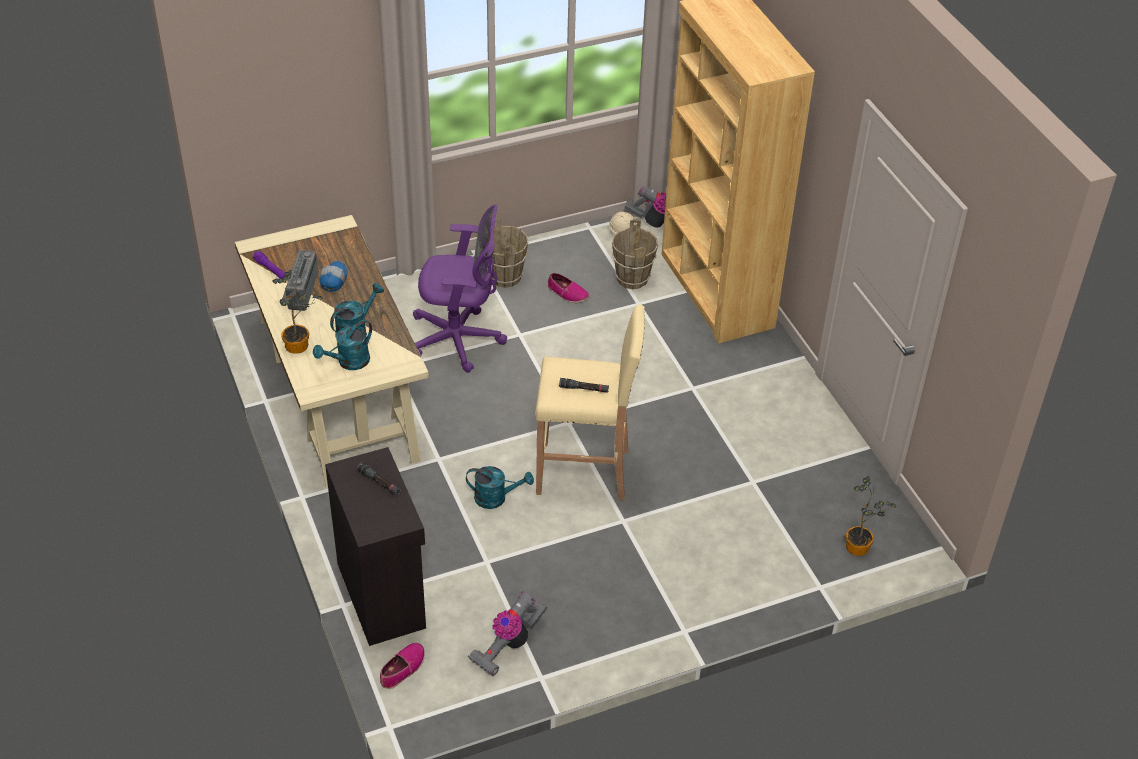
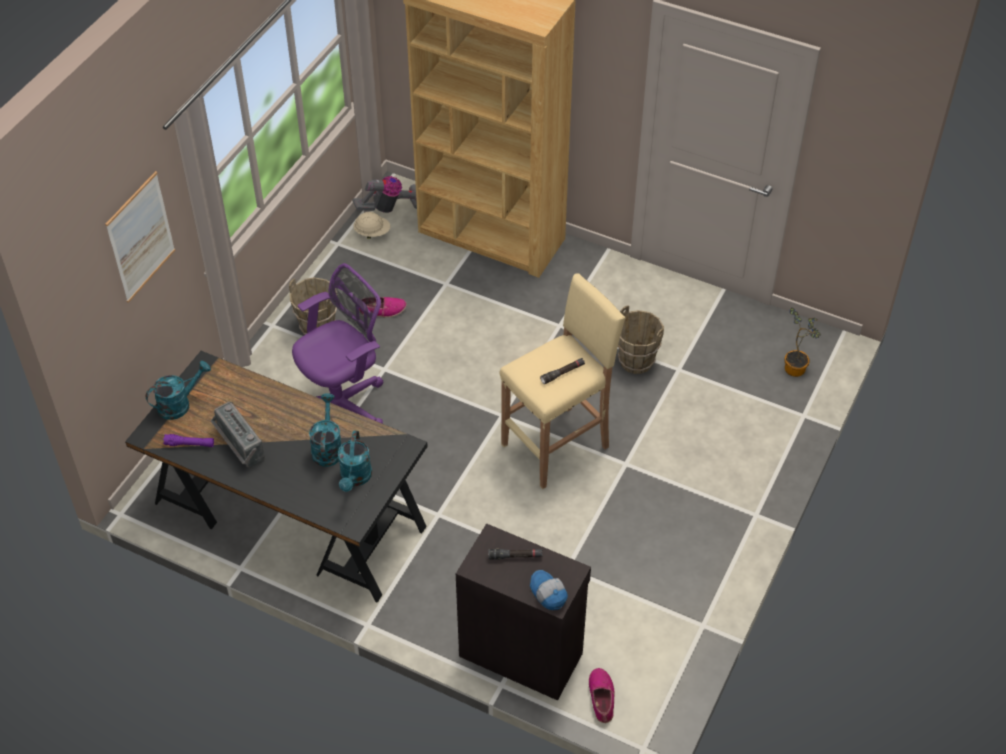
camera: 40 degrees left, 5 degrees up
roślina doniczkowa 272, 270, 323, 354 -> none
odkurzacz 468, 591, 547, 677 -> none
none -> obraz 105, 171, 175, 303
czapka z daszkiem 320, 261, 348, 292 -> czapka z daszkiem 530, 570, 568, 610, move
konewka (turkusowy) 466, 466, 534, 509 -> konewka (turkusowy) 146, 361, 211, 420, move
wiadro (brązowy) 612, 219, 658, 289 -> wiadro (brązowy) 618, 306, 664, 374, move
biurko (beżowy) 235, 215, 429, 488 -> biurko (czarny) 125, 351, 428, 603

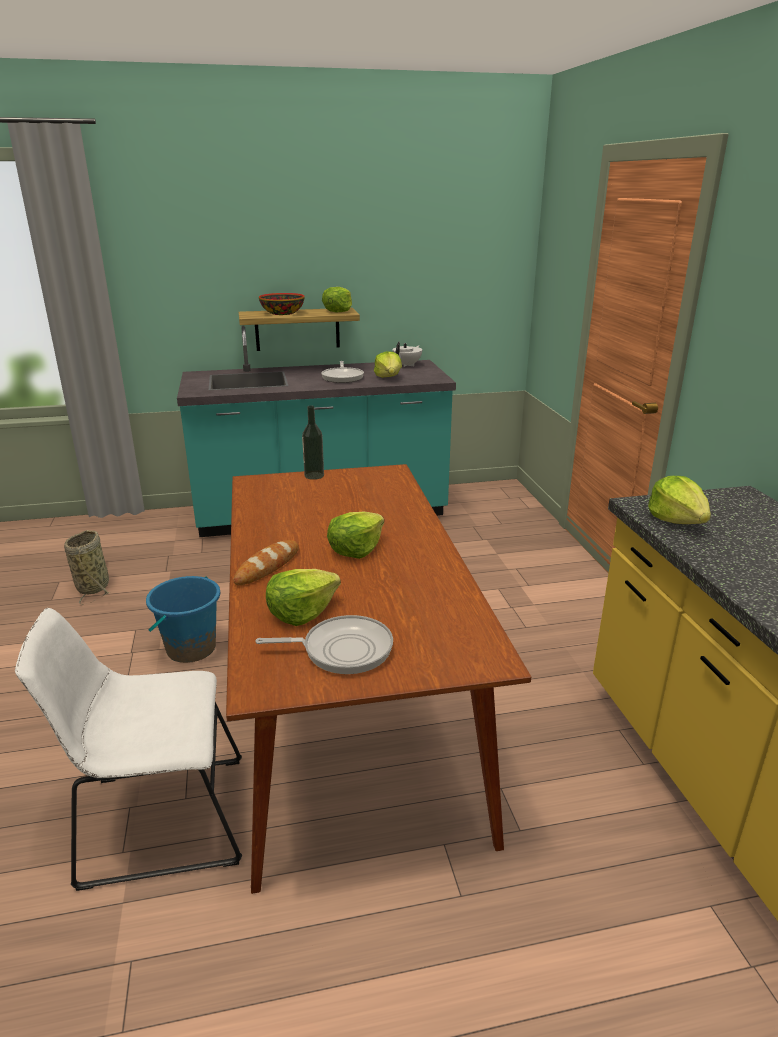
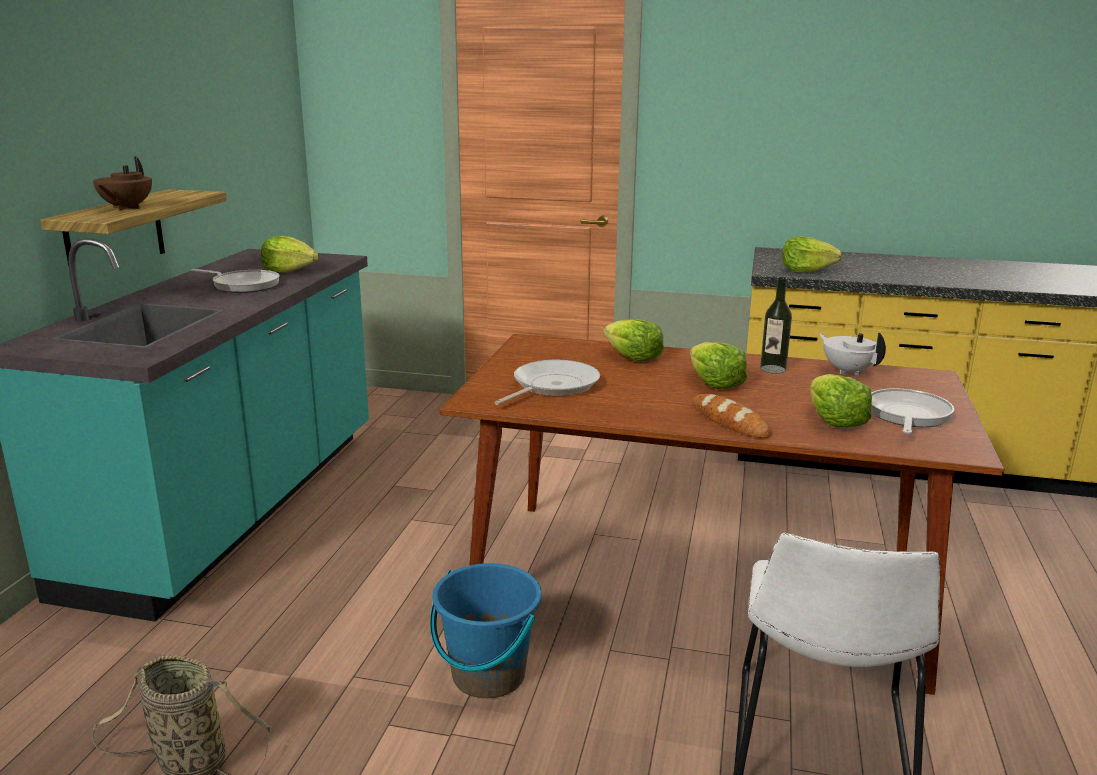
camera: 65 degrees left, 5 degrees down
none -> patelnia 494, 360, 600, 405
butelka 302, 406, 324, 480 -> butelka 760, 277, 792, 374, move
sałata 322, 287, 352, 312 -> sałata 603, 319, 664, 362, move
imbryk (biały) 392, 341, 422, 367 -> imbryk (biały) 818, 333, 886, 375, move
miska 259, 293, 305, 315 -> imbryk (brązowy) 93, 156, 152, 211

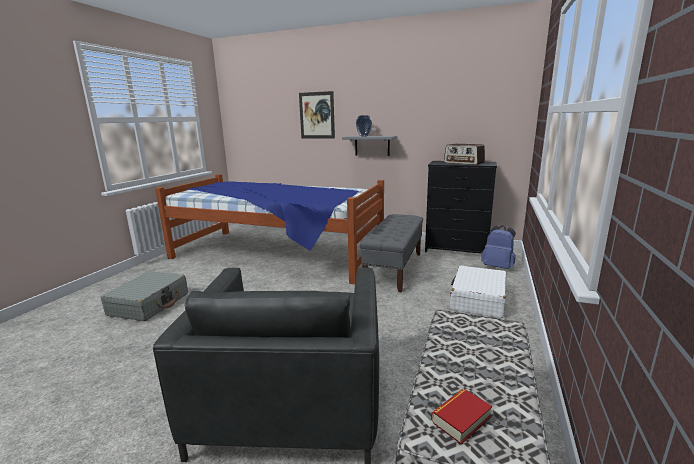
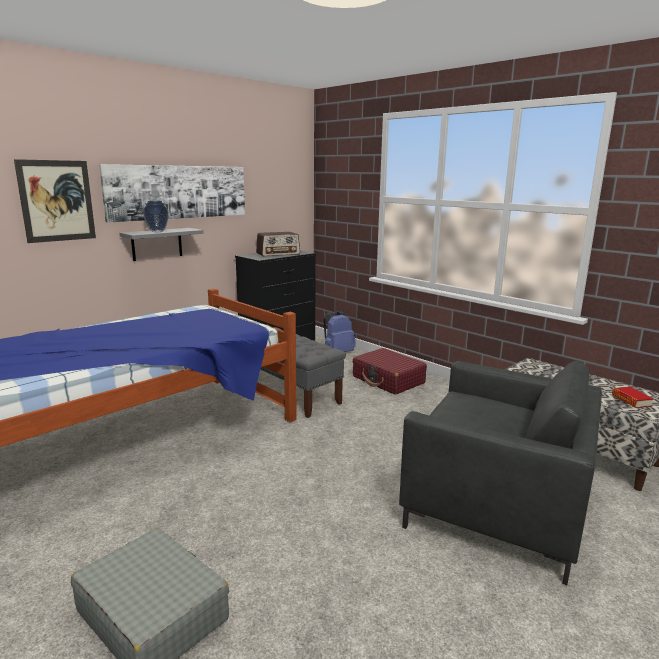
camera: 65 degrees left, 0 degrees up
none -> obraz 99, 164, 245, 223
walizka (biały) 450, 266, 507, 318 -> walizka (czerwony) 353, 348, 427, 395

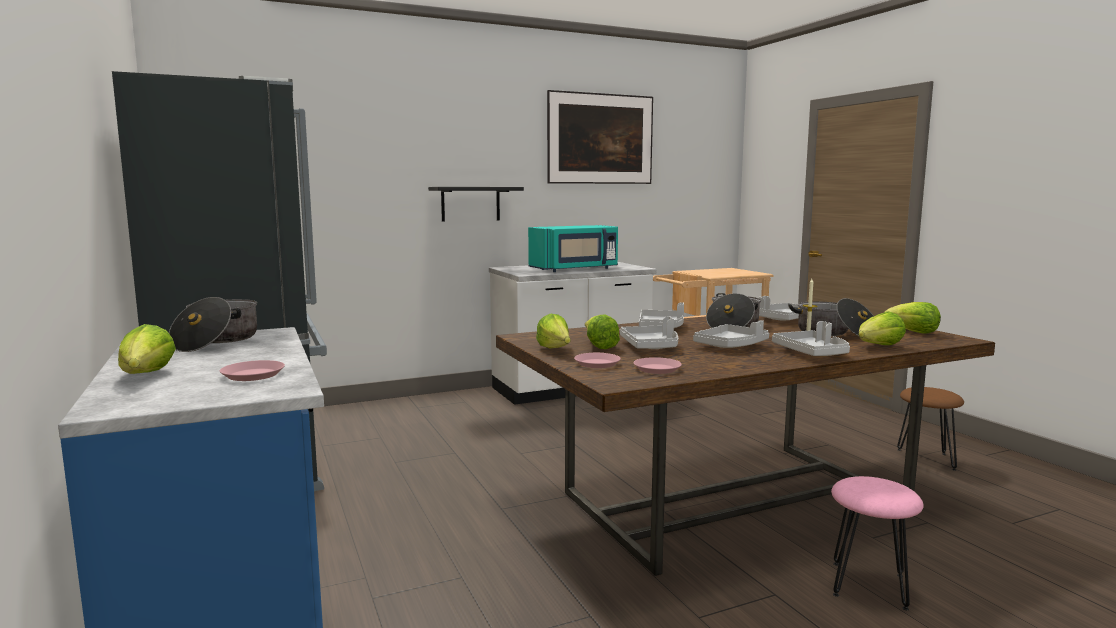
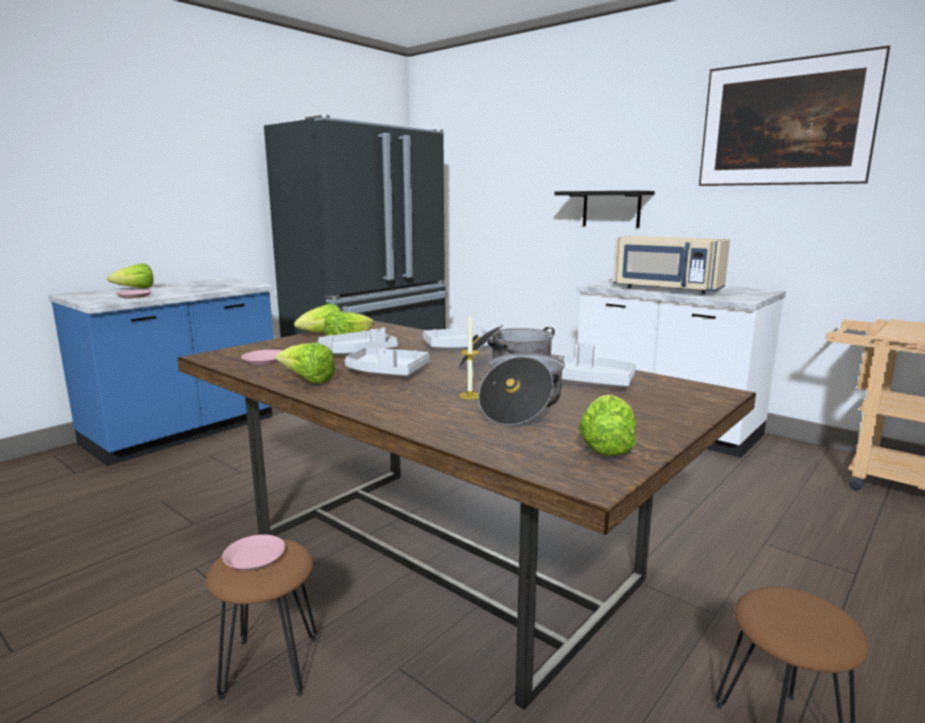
camera: 65 degrees right, 5 degrees up
garnek 169, 297, 258, 352 -> none
taca (szary) 772, 321, 850, 356 -> none
talerz (różowy) 574, 353, 621, 368 -> talerz (różowy) 222, 535, 285, 571, move
sałata 859, 312, 906, 345 -> sałata 276, 343, 335, 384, move
mikrofalówka (turkusowy) 528, 225, 618, 272 -> mikrofalówka (beżowy) 613, 236, 730, 294
stołek (różowy) 831, 476, 924, 610 -> stołek (brązowy) 206, 539, 317, 700

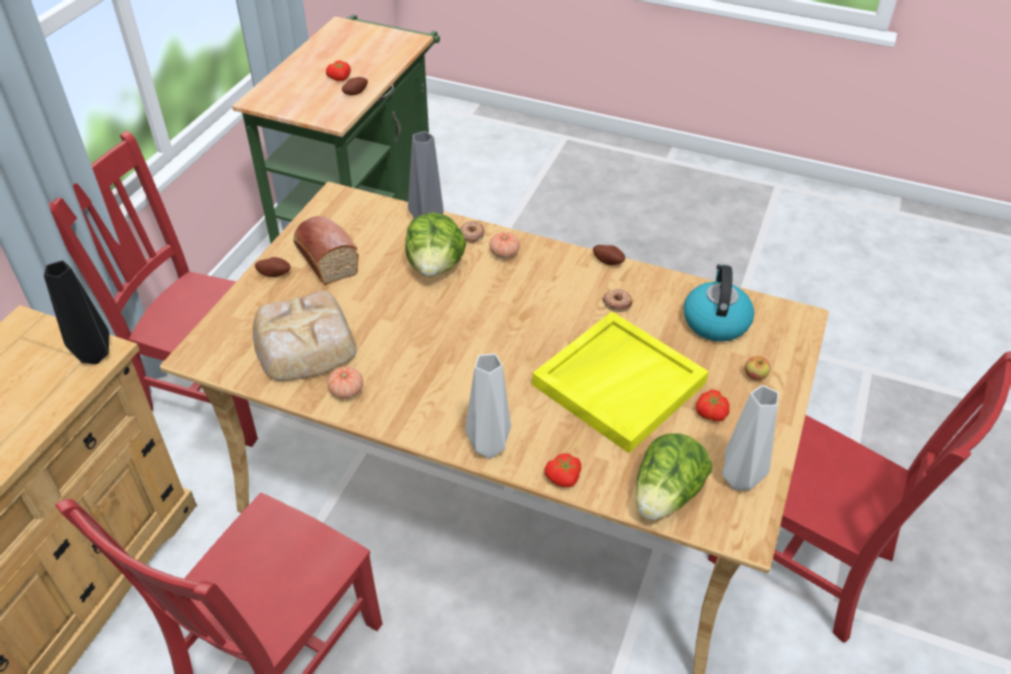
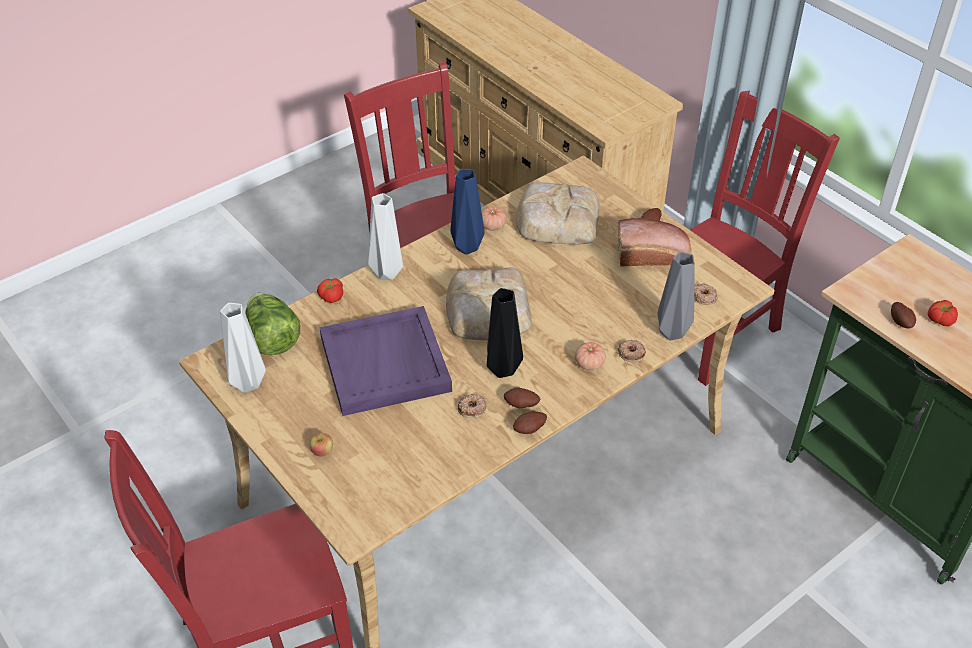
camera: 120 degrees right, 0 degrees up
sałata 405, 212, 466, 276 -> none
czajnik 684, 264, 754, 342 -> none
pomidor 696, 390, 730, 421 -> none
none -> chleb 446, 267, 532, 340
none -> wazon (niebieski) 450, 169, 484, 255
none -> ziemniak 504, 388, 541, 408
none -> donut 694, 283, 718, 305
wazon (czarny) 44, 260, 109, 364 -> wazon (czarny) 487, 288, 523, 378, move
taca (żółty) 532, 312, 709, 453 -> taca (fioletowy) 319, 306, 452, 416

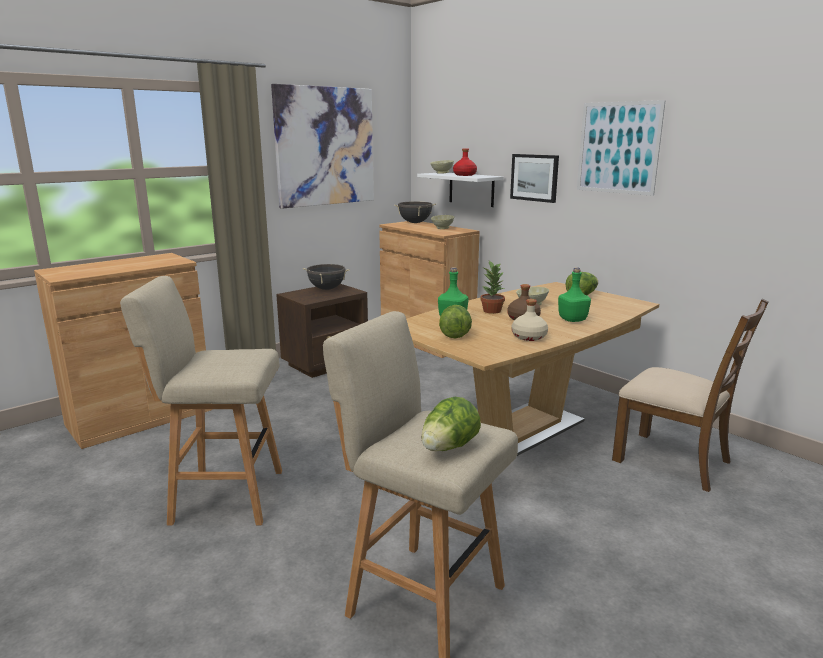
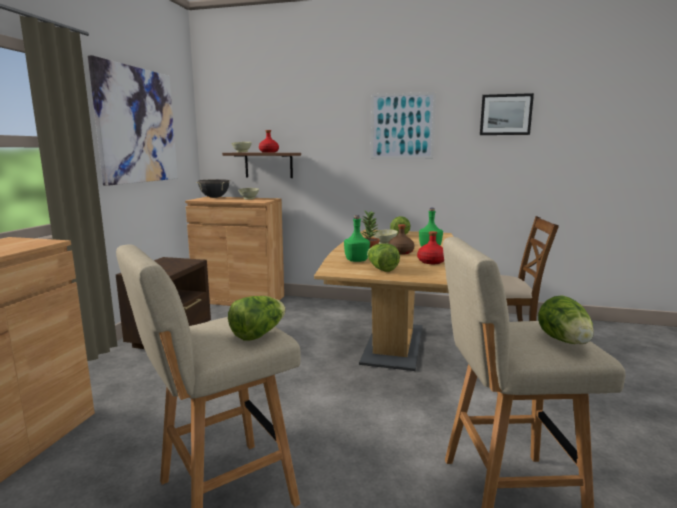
camera: 35 degrees left, 5 degrees down
garnek (czarny) 303, 264, 350, 290 -> none
none -> sałata 228, 296, 286, 341
obraz 510, 154, 559, 203 -> obraz 480, 93, 534, 135, move
półka (biały) 417, 173, 504, 207 -> półka (brązowy) 222, 153, 301, 178
butelka (beżowy) 512, 299, 548, 341 -> butelka (czerwony) 417, 231, 444, 264

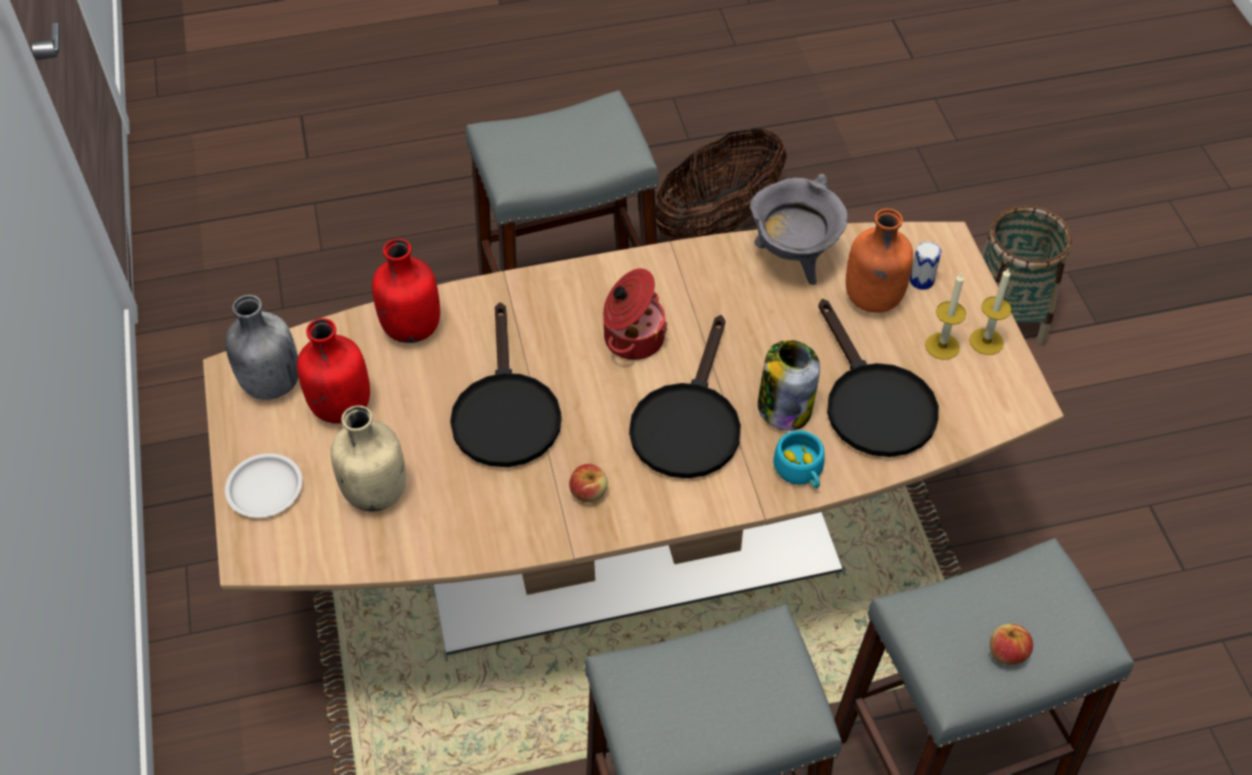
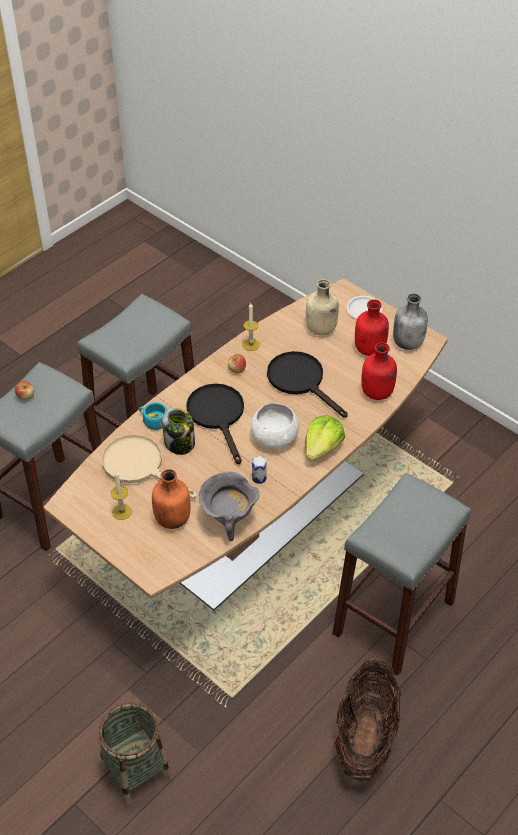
camera: 145 degrees right, 5 degrees down
none -> sałata 305, 415, 345, 461
puszka 910, 241, 941, 290 -> puszka 252, 456, 267, 484, move
świeca 969, 267, 1012, 355 -> świeca 242, 303, 260, 351, move
garnek 603, 268, 667, 360 -> miska (biały) 251, 403, 299, 448
patelnia (czarny) 818, 299, 939, 457 -> patelnia (beżowy) 102, 434, 197, 499

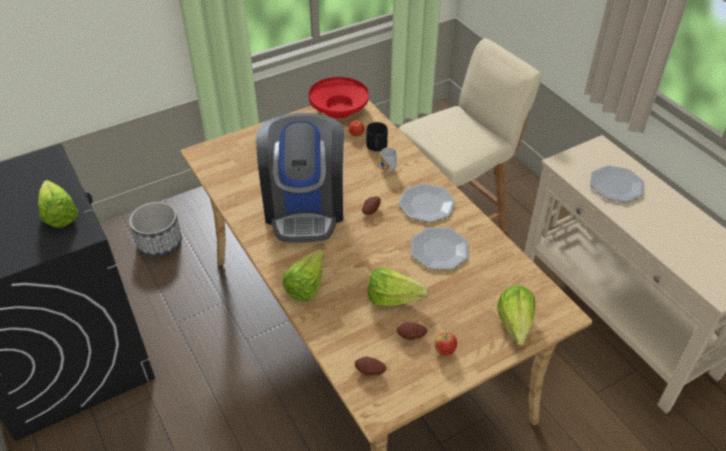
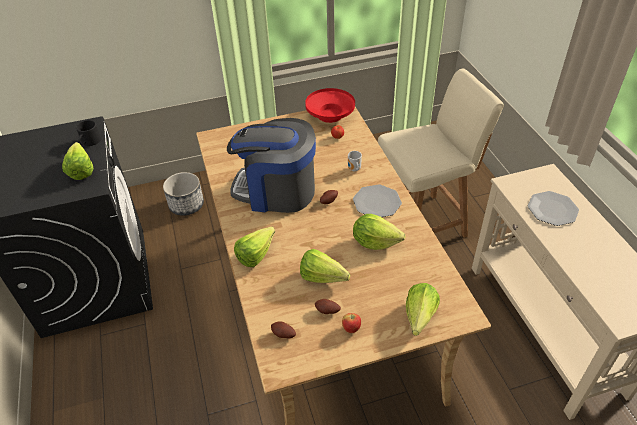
camera: 15 degrees right, 0 degrees up
kubek (czarny) 366, 122, 388, 151 -> kubek (czarny) 76, 120, 101, 146, move
talerz 411, 227, 469, 270 -> sałata 353, 214, 405, 250
ekspres do kawy 256, 113, 344, 242 -> ekspres do kawy 227, 118, 316, 213, 90 degrees clockwise

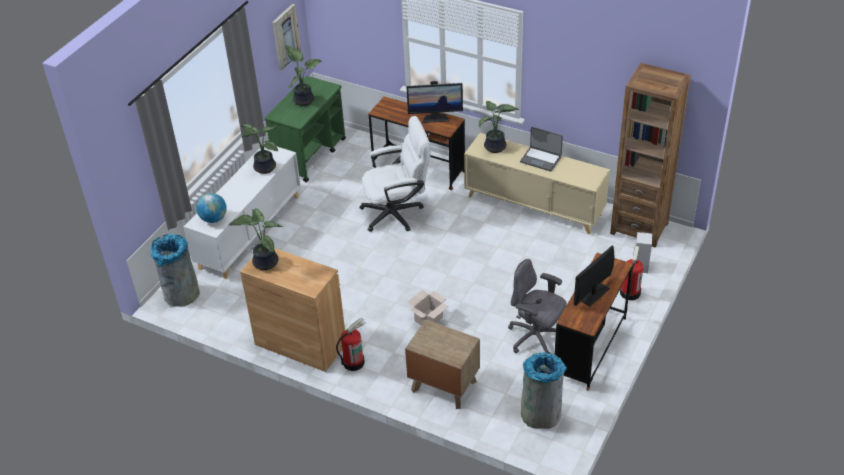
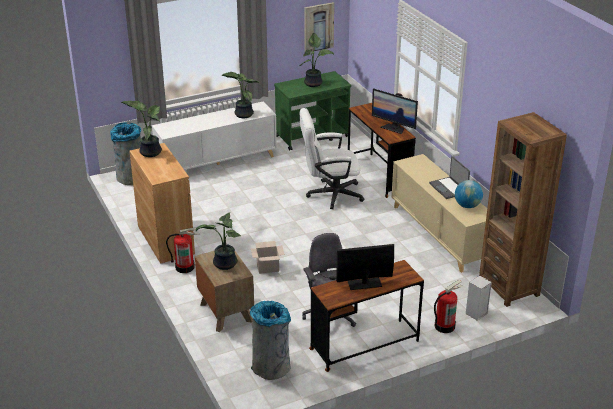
camera: 35 degrees right, 10 degrees down
globus 196, 193, 227, 223 -> globus 455, 180, 483, 208, move
roślina doniczkowa 479, 101, 519, 153 -> roślina doniczkowa 196, 212, 241, 270, move
krzesło biurowe (biały) 359, 116, 430, 232 -> krzesło biurowe (biały) 299, 108, 364, 209, 150 degrees clockwise

